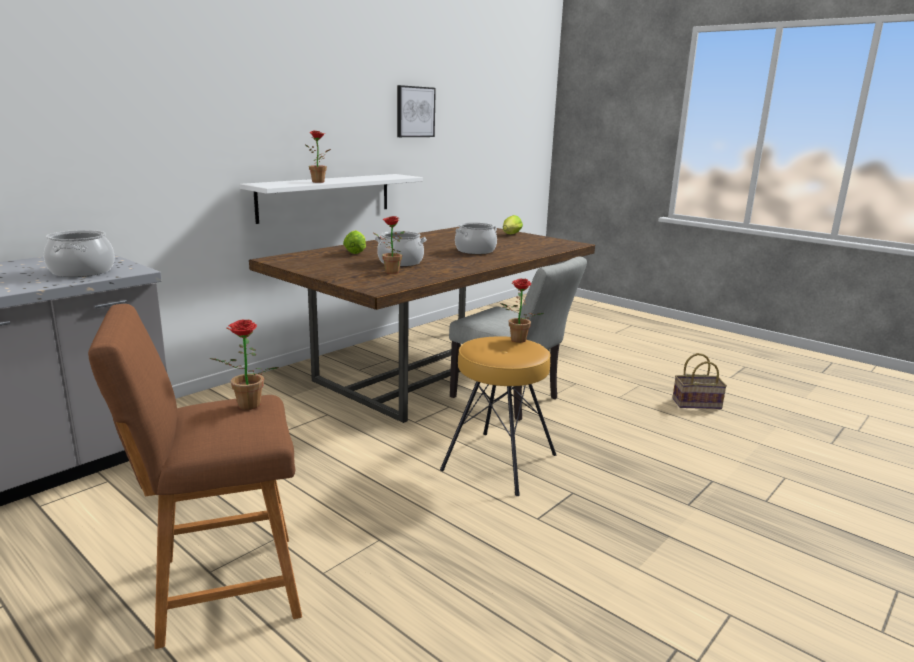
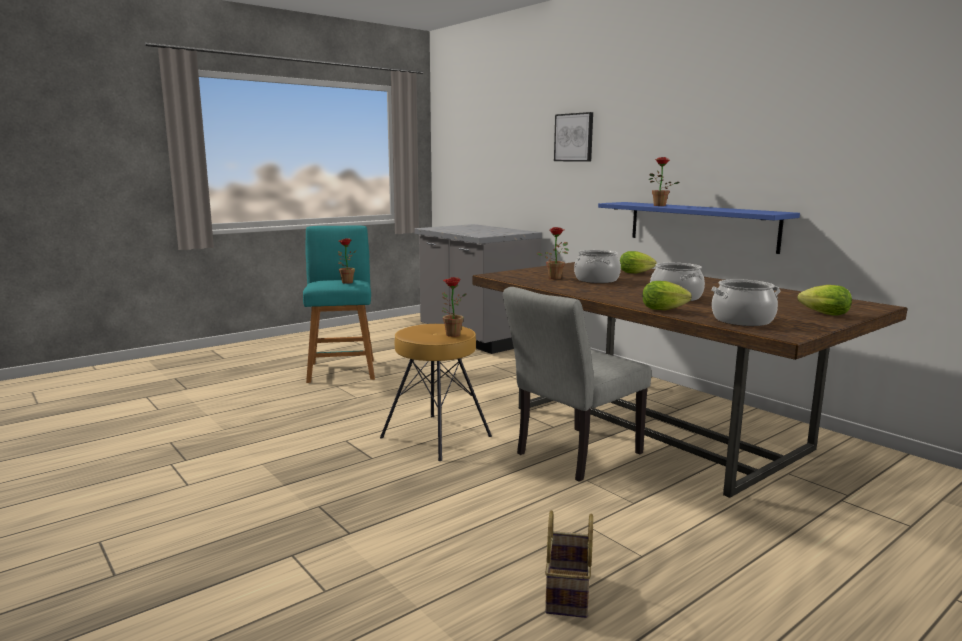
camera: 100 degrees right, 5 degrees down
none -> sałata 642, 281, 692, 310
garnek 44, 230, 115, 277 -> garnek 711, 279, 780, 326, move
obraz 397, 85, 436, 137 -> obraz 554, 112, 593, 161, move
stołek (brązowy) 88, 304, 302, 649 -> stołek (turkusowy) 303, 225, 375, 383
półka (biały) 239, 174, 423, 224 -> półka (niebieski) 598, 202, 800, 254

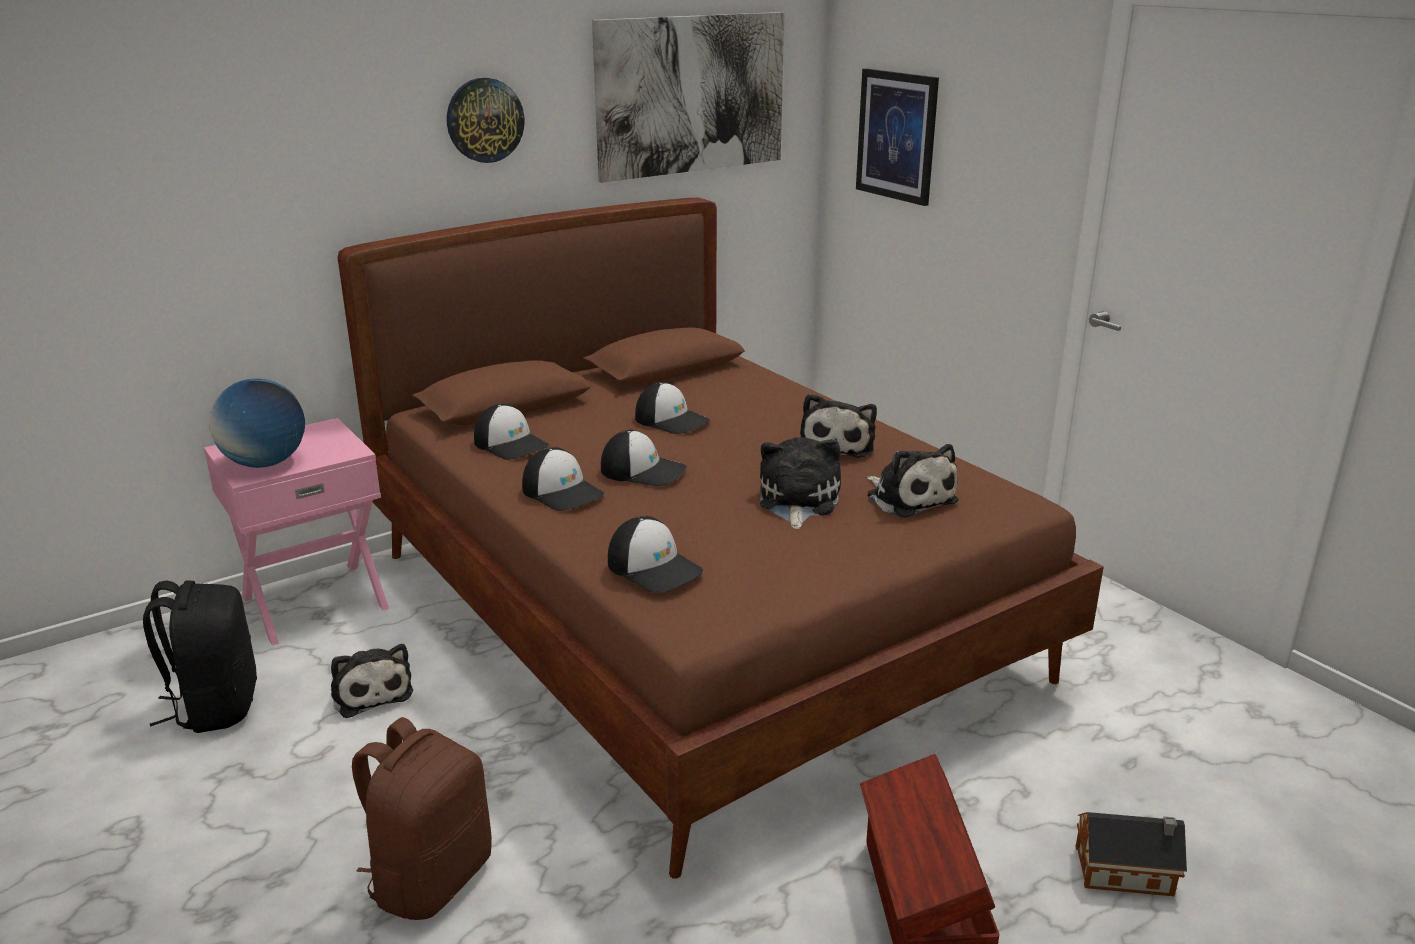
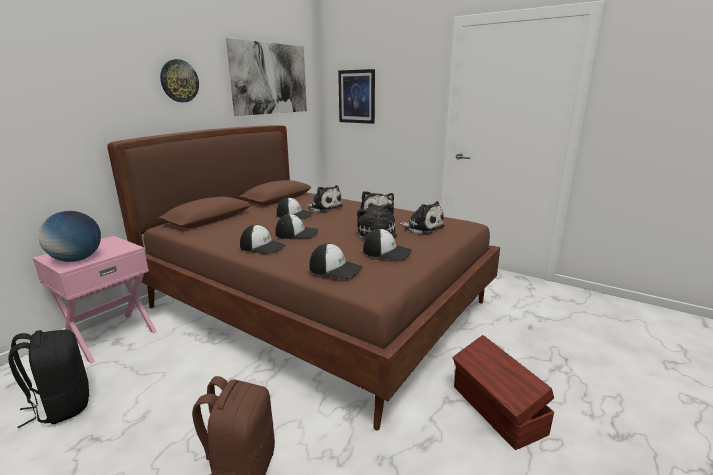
camera: 20 degrees left, 5 degrees down
domek 1075, 812, 1187, 896 -> none
pluszak 331, 644, 413, 718 -> pluszak 307, 185, 343, 213, move
czapka z daszkiem 474, 404, 549, 460 -> czapka z daszkiem 363, 229, 412, 260, move

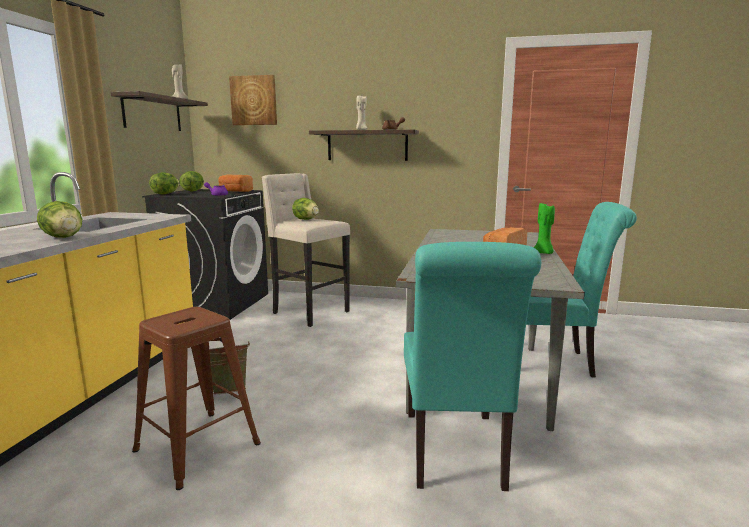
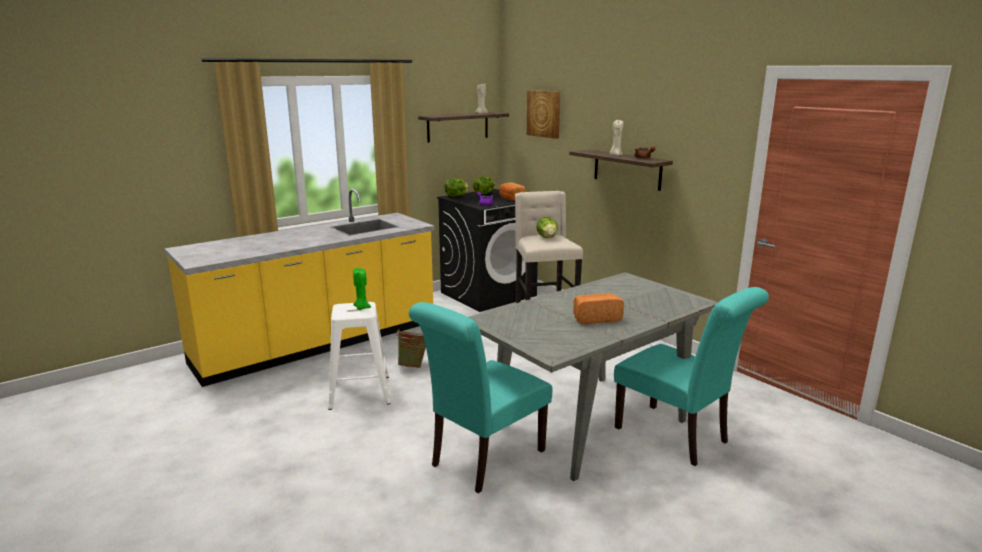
camera: 40 degrees right, 5 degrees up
sałata 37, 201, 82, 238 -> none
świeca (zielony) 534, 202, 555, 254 -> świeca (zielony) 353, 268, 371, 310, move
stołek (brązowy) 132, 307, 261, 490 -> stołek (biały) 328, 302, 391, 410

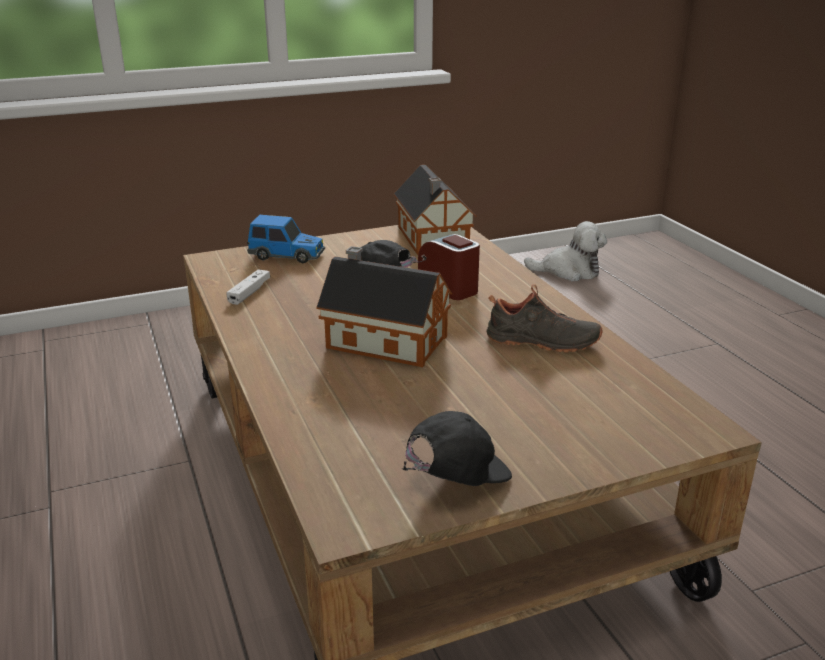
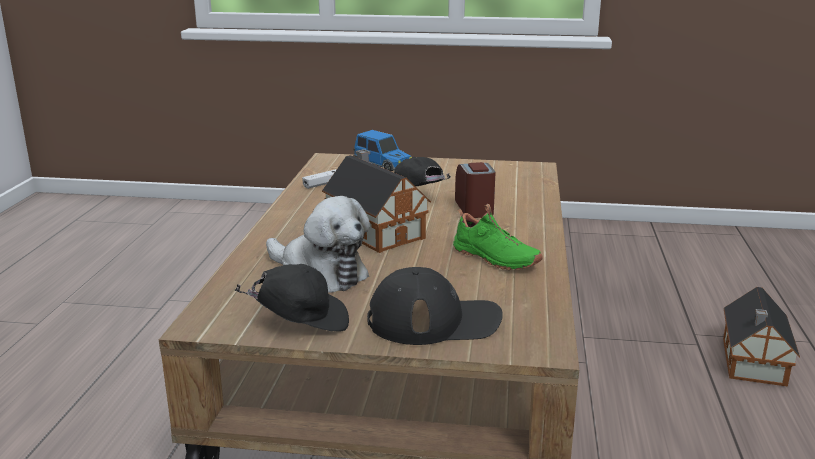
camera: 30 degrees right, 5 degrees down
none -> czapka z daszkiem (czarny) 367, 267, 503, 345
domek 394, 165, 476, 255 -> domek 723, 287, 800, 387, move
pluszak 524, 221, 607, 281 -> pluszak 266, 196, 370, 293, move
but (czarny) 486, 284, 602, 352 -> but (zielony) 453, 204, 543, 270

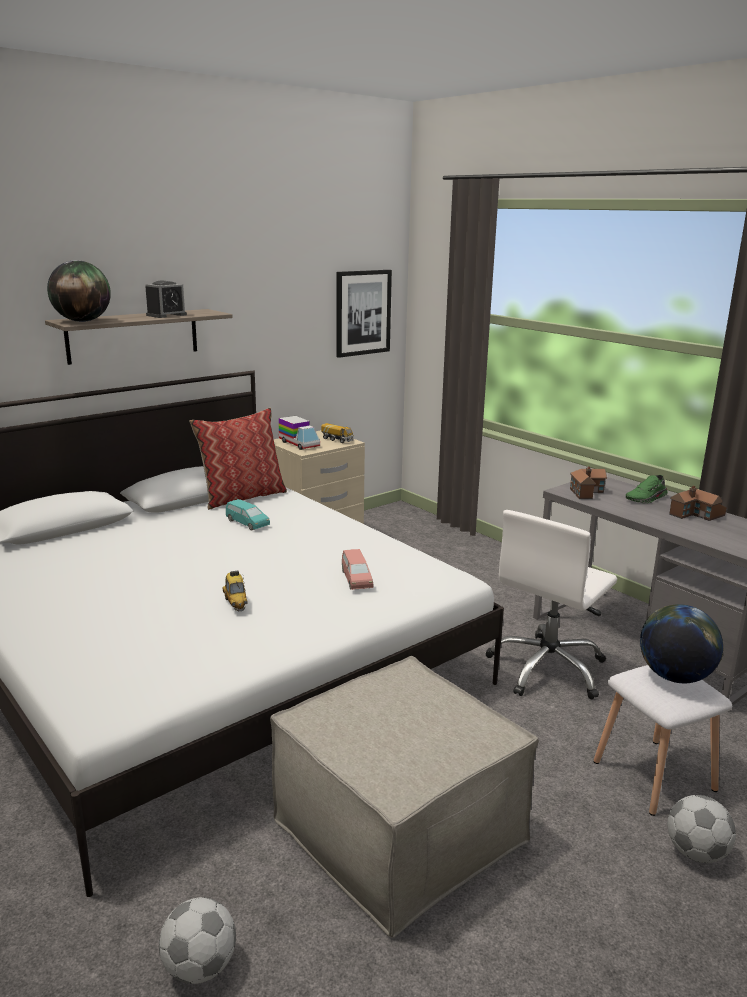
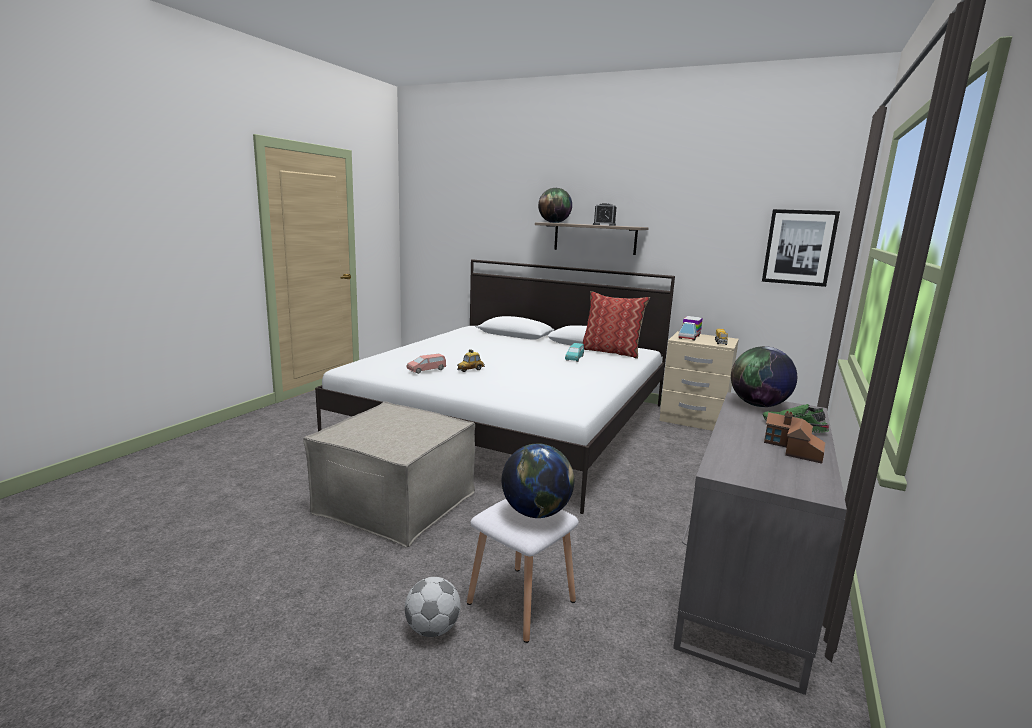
camera: 65 degrees right, 5 degrees down
piłka futbolowa 159, 897, 236, 984 -> none
krzesło biurowe (biały) 485, 510, 617, 699 -> none
samochodzik (różowy) 342, 549, 373, 590 -> samochodzik (różowy) 407, 354, 446, 374, move
domek 570, 466, 607, 499 -> globus 731, 346, 797, 407

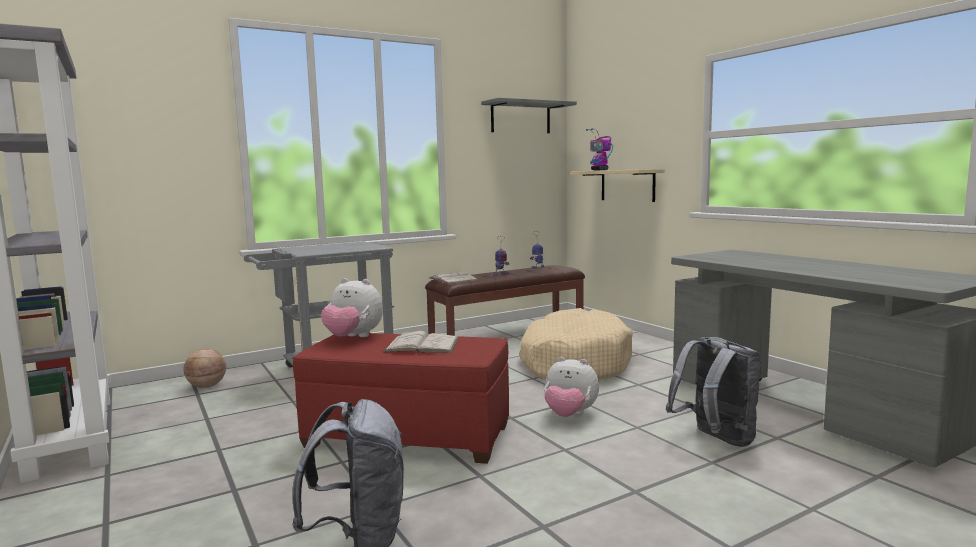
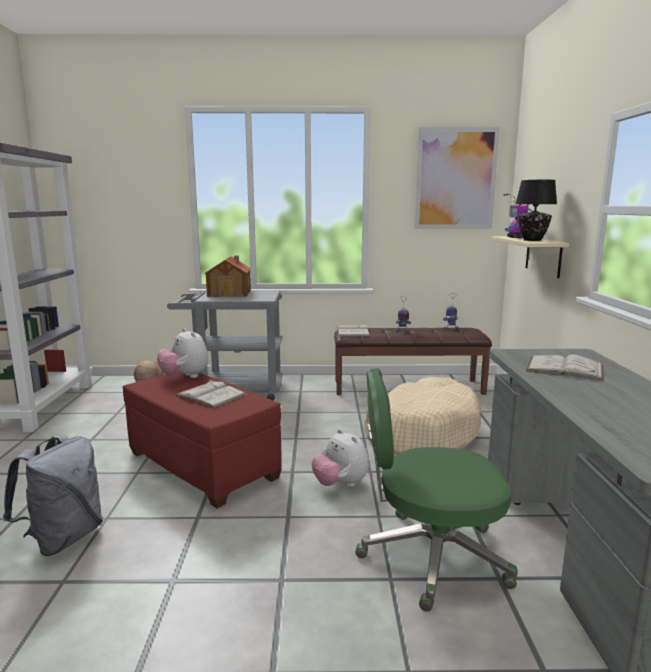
camera: 30 degrees right, 5 degrees up
none -> domek 205, 256, 251, 297
none -> lampa stołowa (czarny) 516, 180, 557, 241
none -> książka (biały) 526, 354, 604, 381
półka (szary) 481, 98, 577, 133 -> obraz 414, 127, 500, 229
plecak (szary) 666, 337, 762, 447 -> krzesło biurowe (zielony) 355, 368, 518, 612

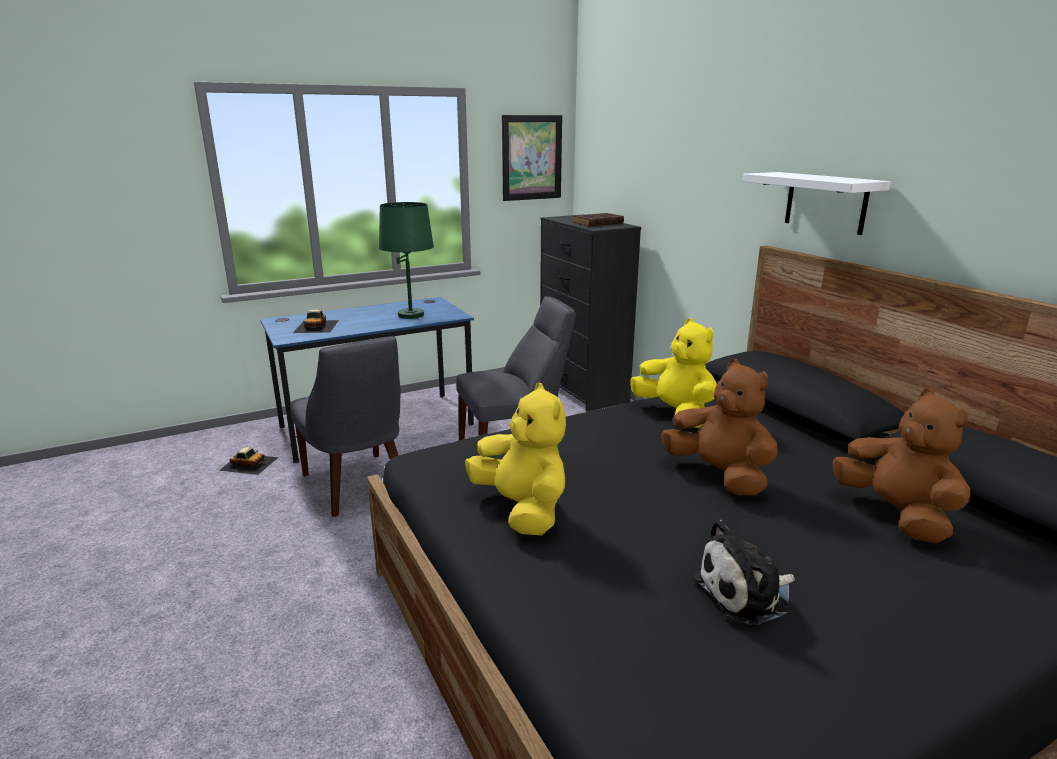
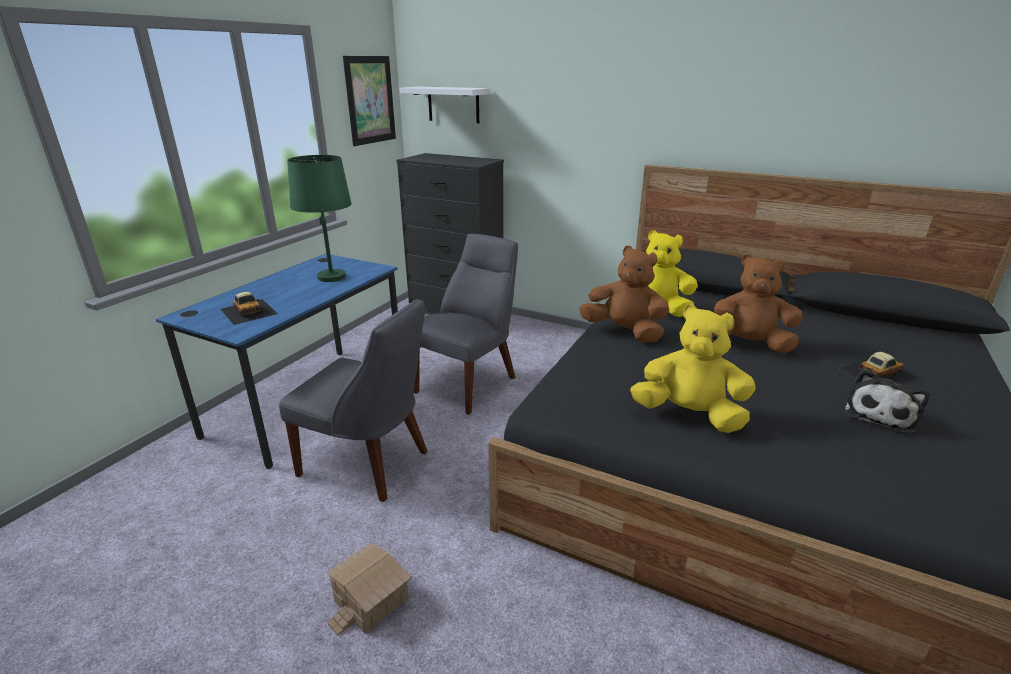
camera: 35 degrees left, 5 degrees up
książka (brązowy) 573, 213, 624, 226 -> none
none -> domek 327, 543, 412, 636
samochodzik 219, 447, 279, 475 -> samochodzik 839, 352, 919, 384, move
półka (biały) 742, 172, 891, 235 -> półka (biały) 399, 87, 490, 123, move
pluszak (brązowy) 833, 388, 970, 543 -> pluszak (brązowy) 579, 246, 669, 343, move

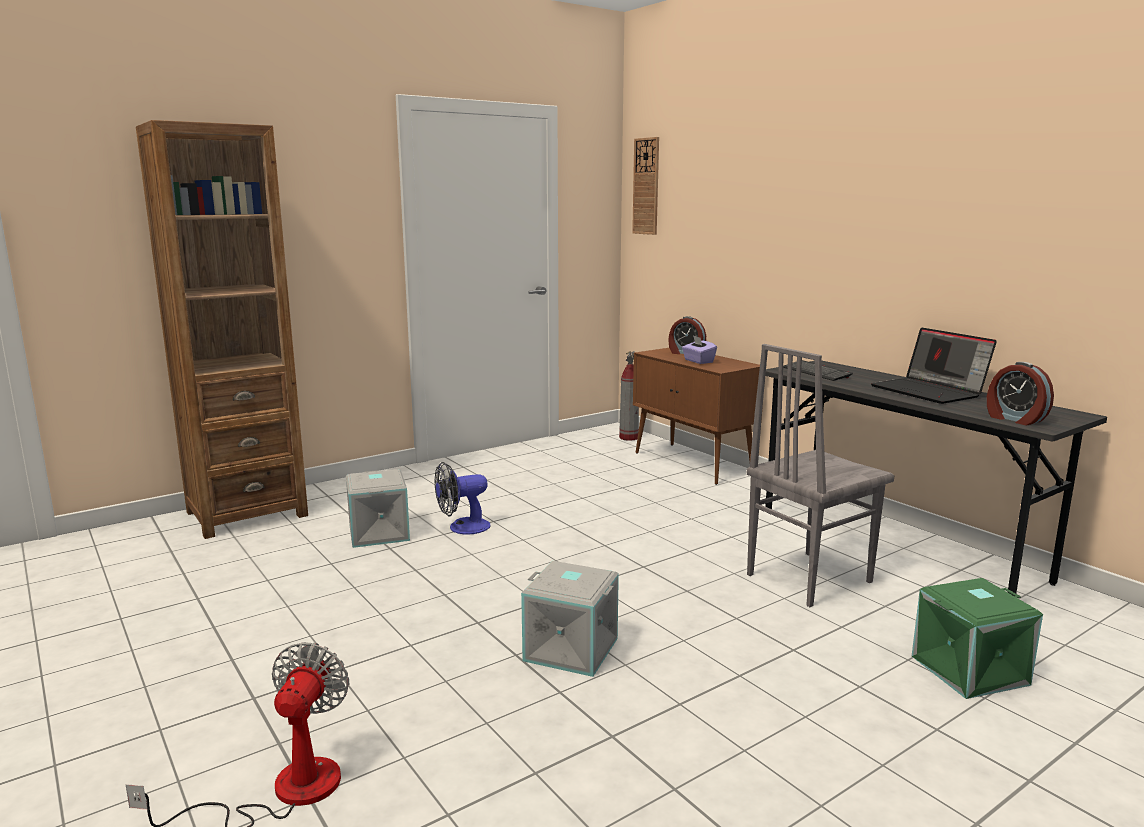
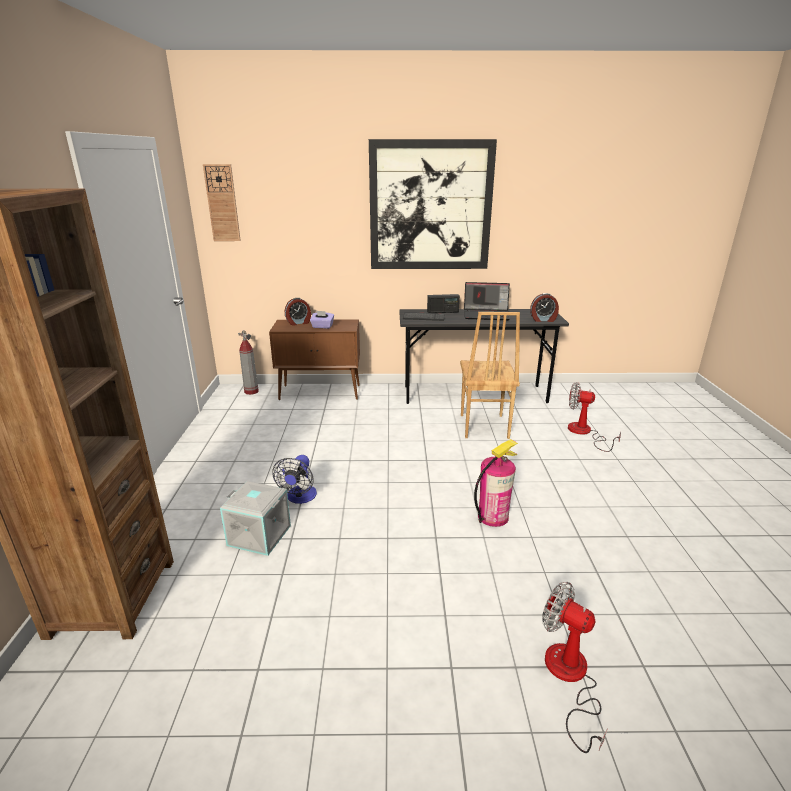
camera: 55 degrees left, 10 degrees up
none -> obraz 369, 139, 497, 269
none -> radio 427, 294, 460, 313
pojemnik do przechowywania (szary) 521, 561, 619, 677 -> gaśnica 474, 439, 518, 527
pojemnik do przechowywania (zielony) 912, 578, 1043, 699 -> wentylator 568, 382, 621, 452
krzesło (szary) 747, 344, 894, 607 -> krzesło (brązowy) 460, 312, 520, 439

